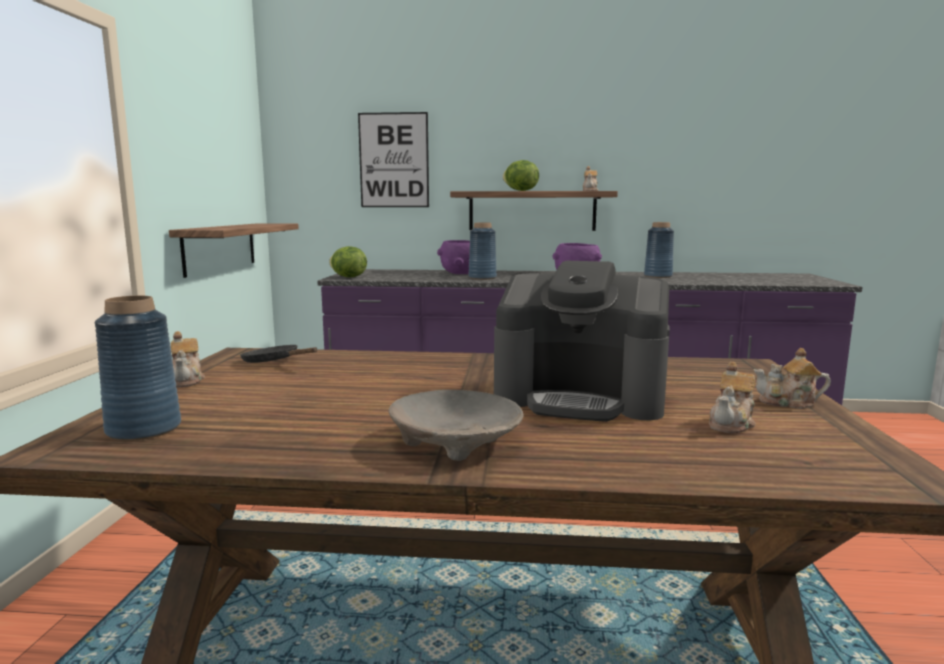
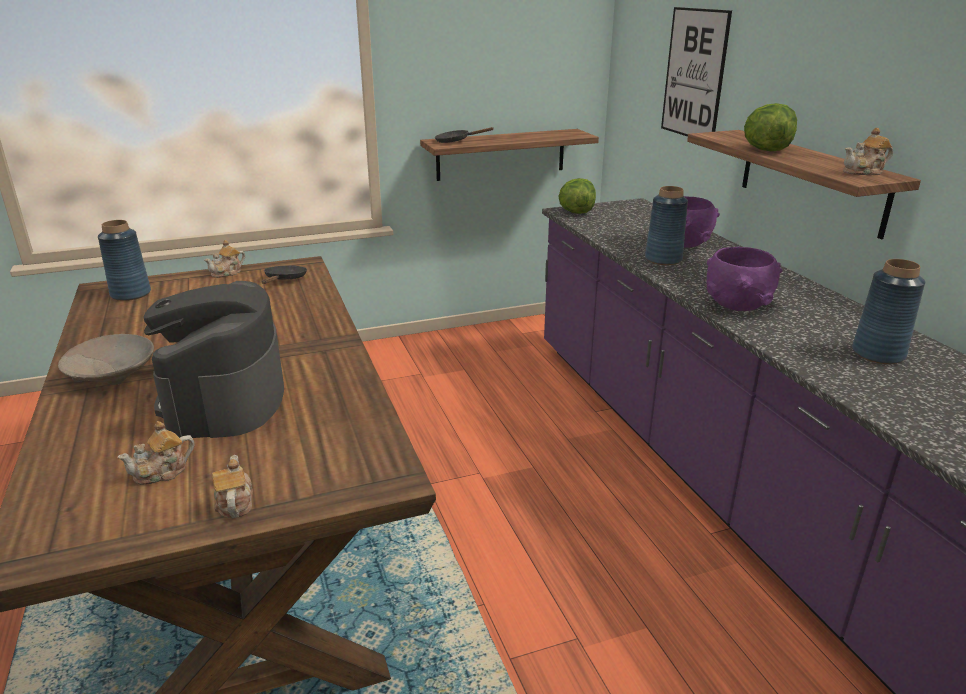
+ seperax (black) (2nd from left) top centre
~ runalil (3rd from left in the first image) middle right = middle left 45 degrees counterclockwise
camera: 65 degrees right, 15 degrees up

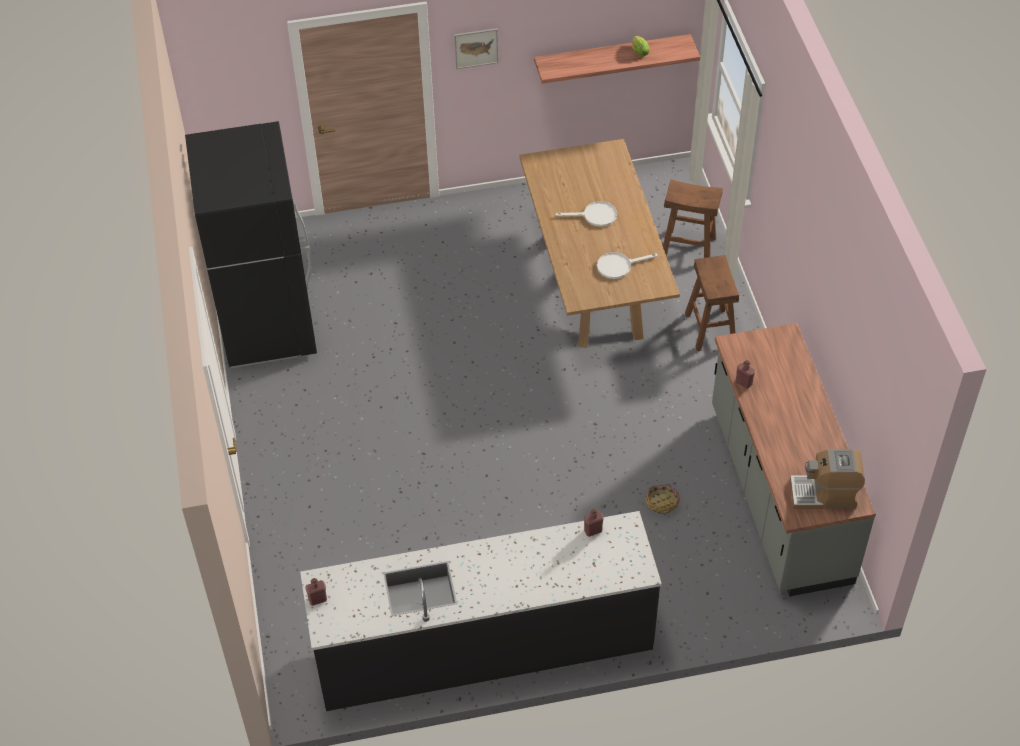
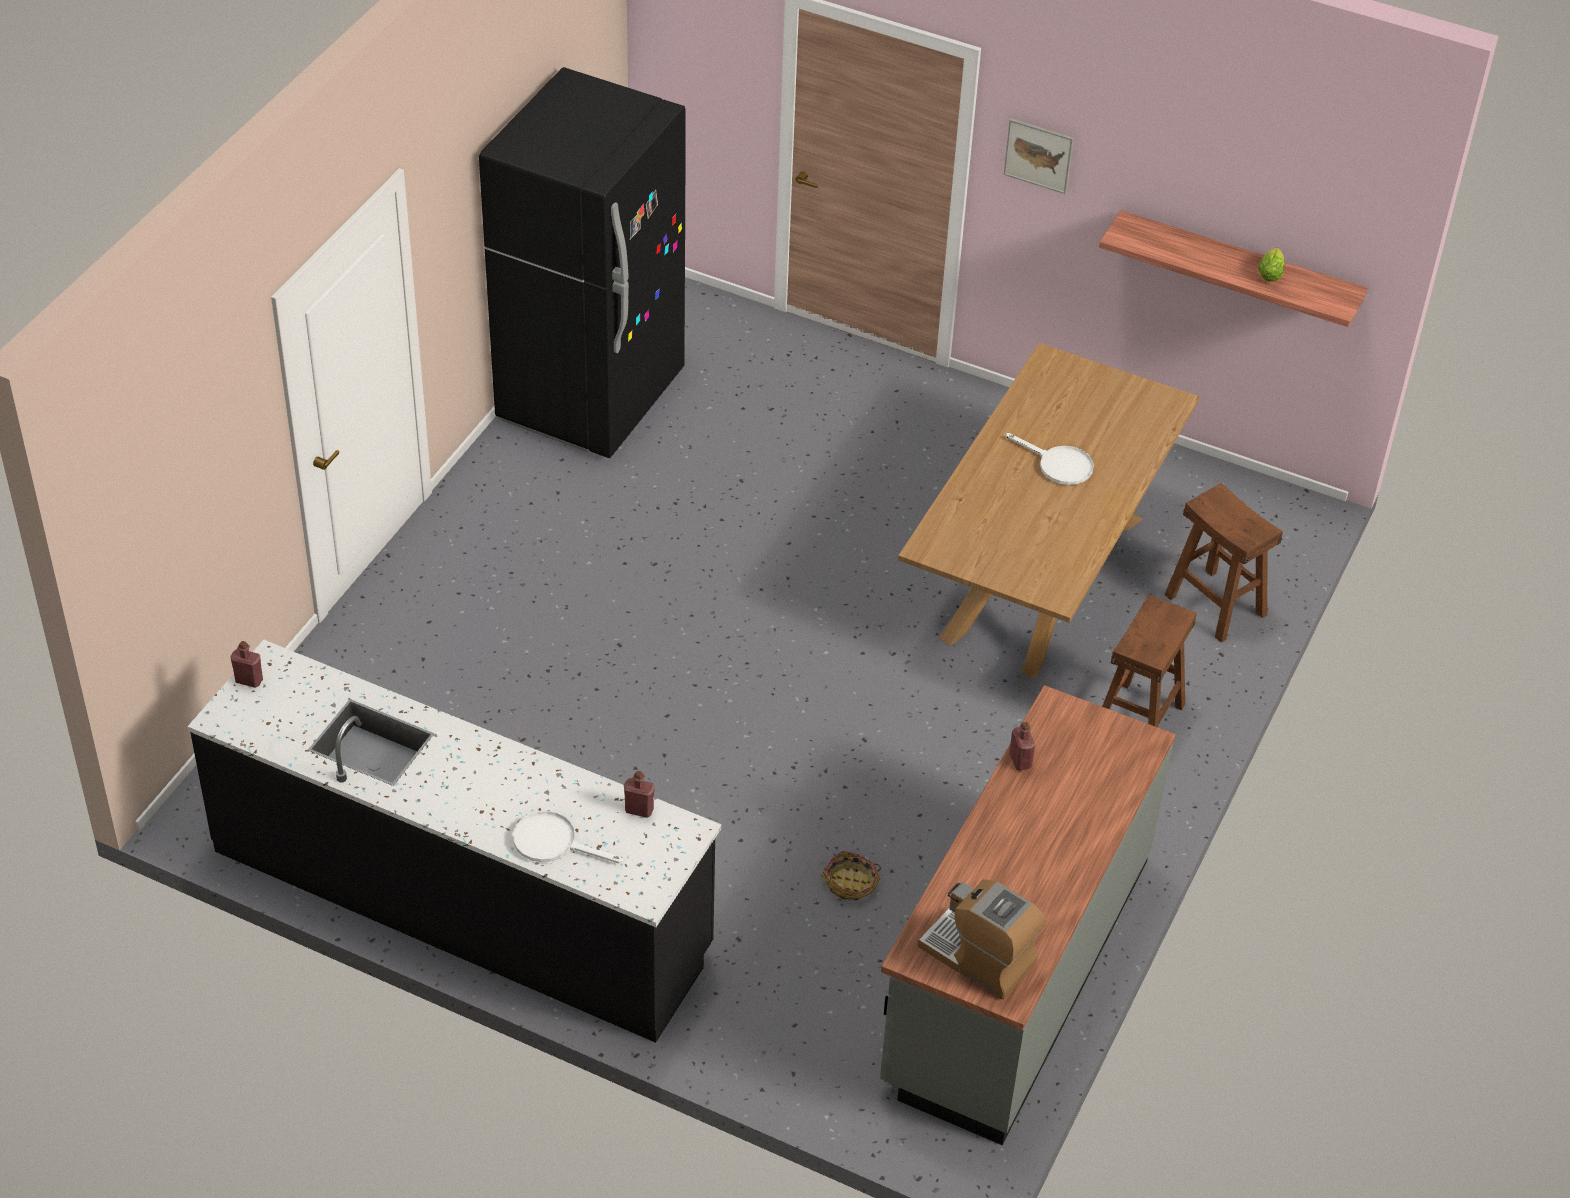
~ seperax (white) (2nd from left in the first image) centre to seperax (white) (1st from left) bottom centre
camera: 35 degrees right, 5 degrees down

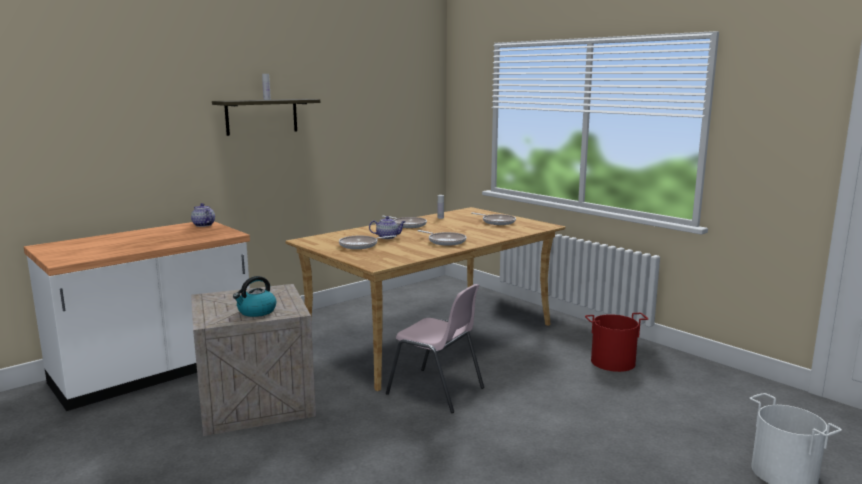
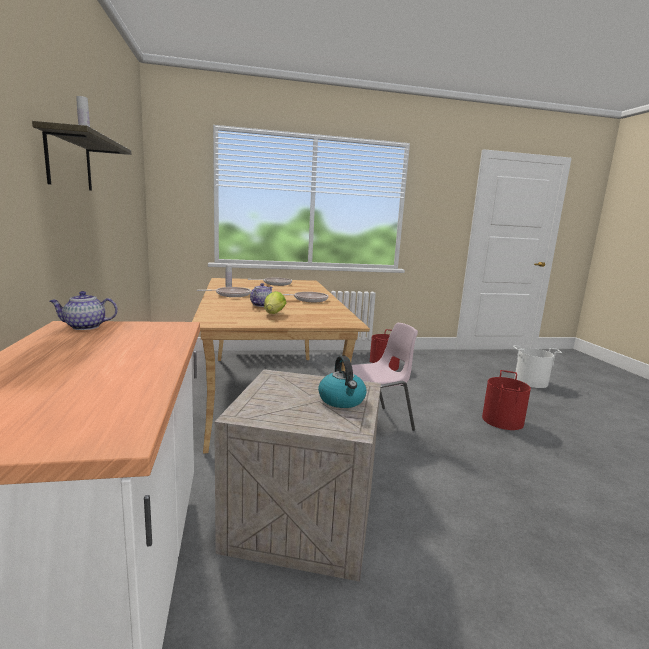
+ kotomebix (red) (2nd from left) middle right
~ seperax (1st from left) centre to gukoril centre
camera: 60 degrees left, 0 degrees up

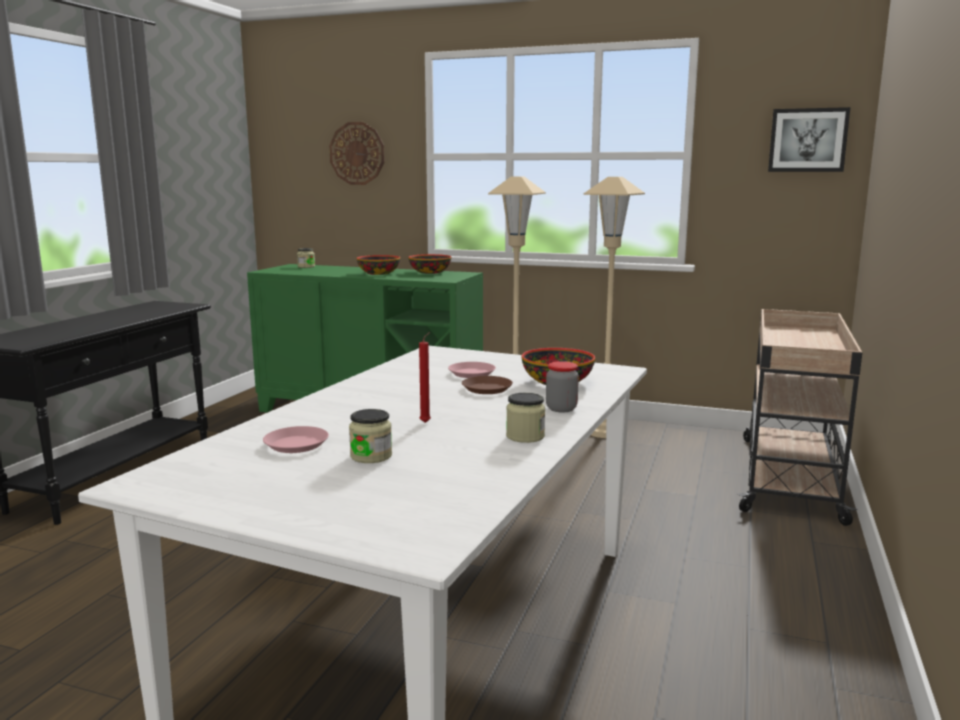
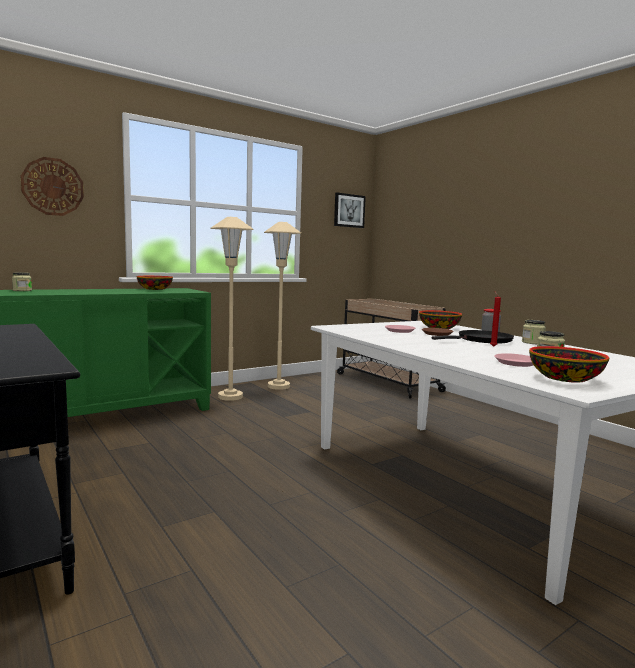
+ seperax (black) middle right
~ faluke (1st from left in the first image) centre to faluke (3rd from left) middle right
camera: 55 degrees left, 5 degrees down

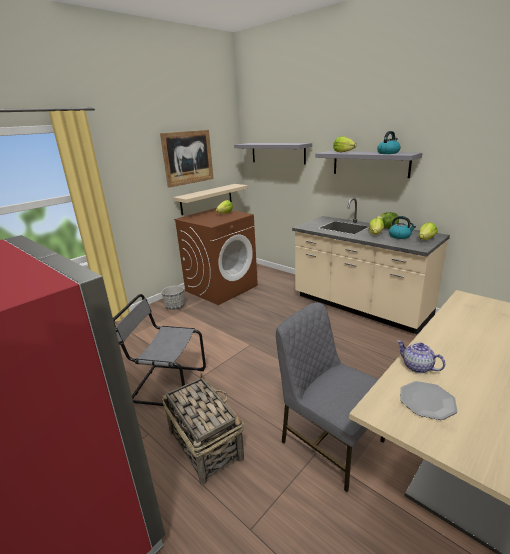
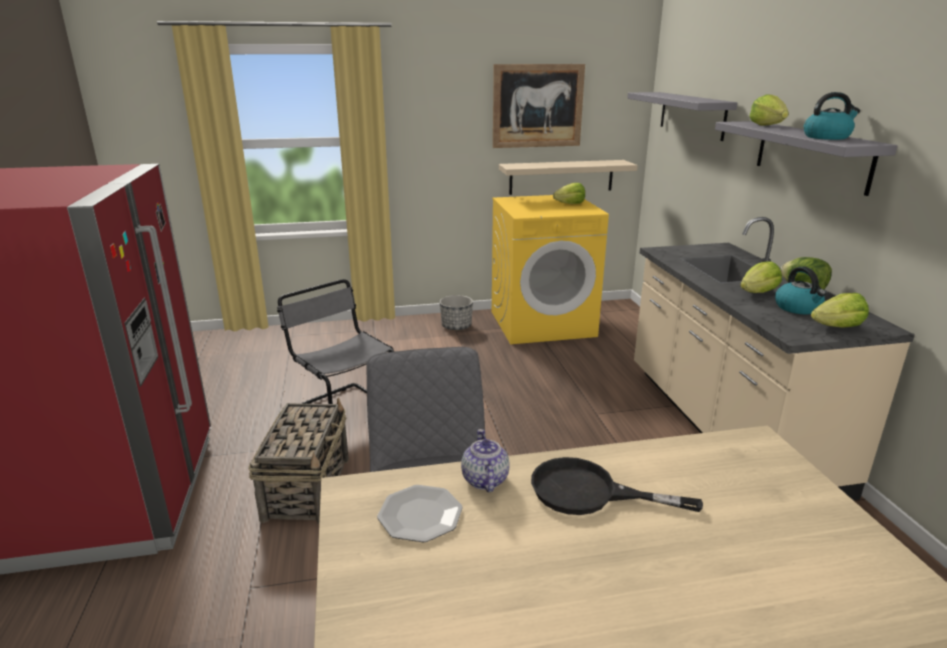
+ seperax (black) bottom centre
~ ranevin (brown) centre to ranevin (yellow) centre
camera: 35 degrees right, 0 degrees up

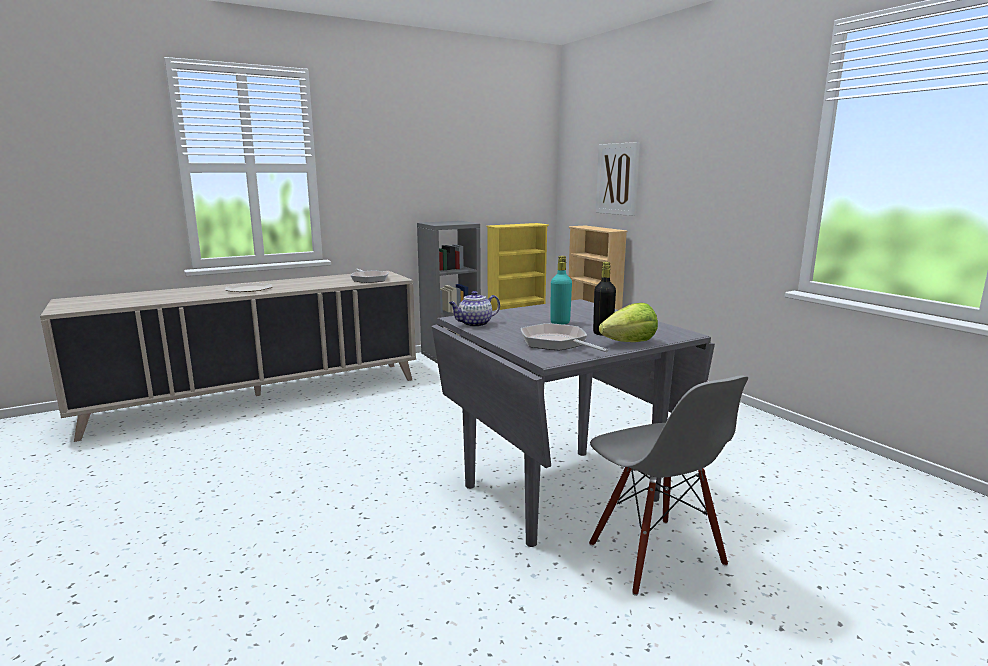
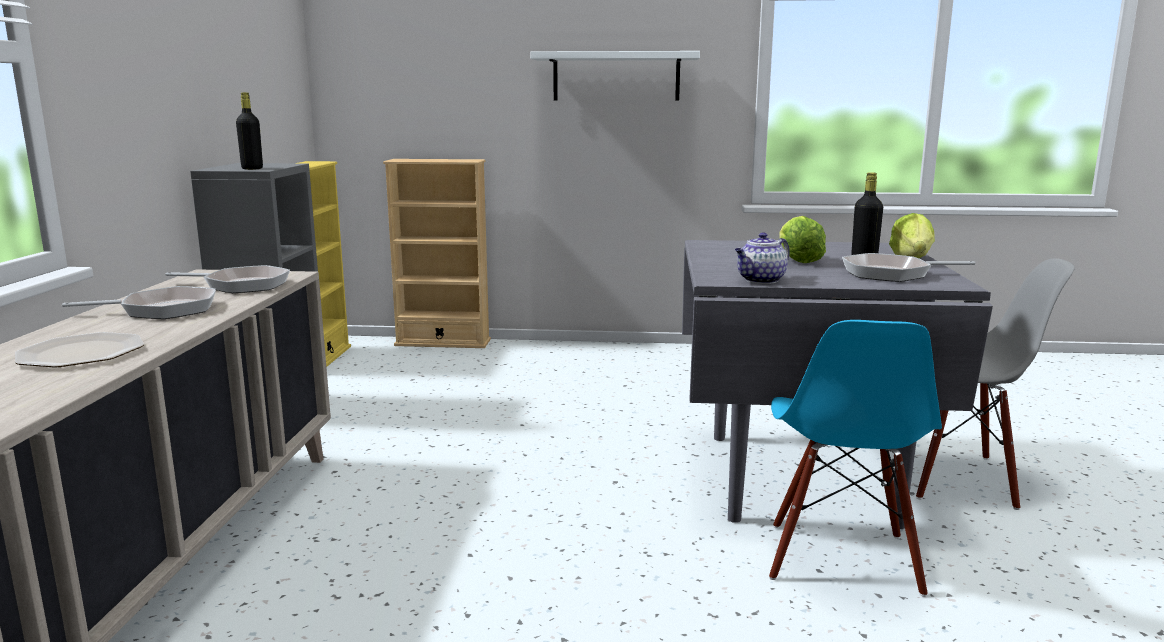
- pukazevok top centre
+ seperax (1st from left) middle left
+ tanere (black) (1st from left) top left
+ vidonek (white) top centre
+ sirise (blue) bottom right
~ tanere (turquoise) centre to gukoril (1st from left) middle right
~ runalil centre = centre 45 degrees clockwise
camera: 55 degrees left, 0 degrees up

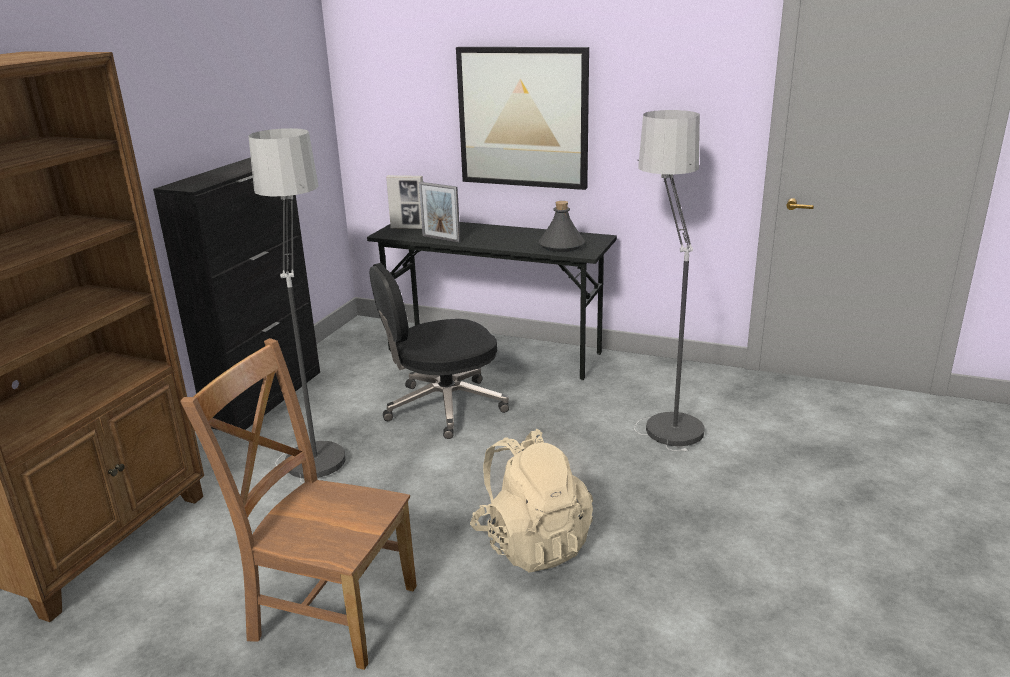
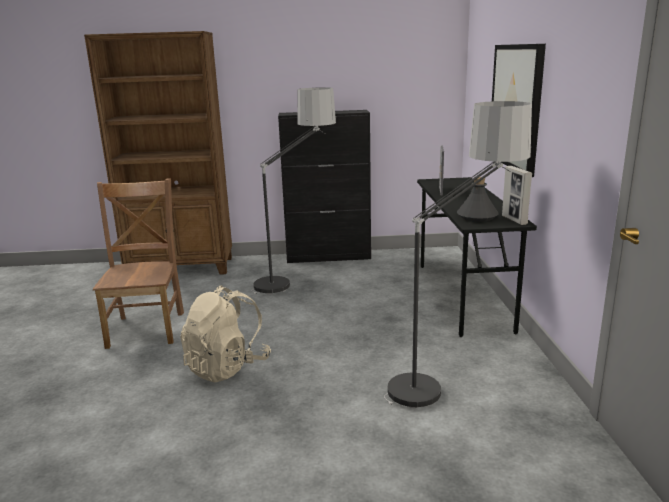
- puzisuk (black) centre
~ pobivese (1st from left in the first image) top centre to pobivese (2nd from left) middle right
camera: 65 degrees right, 5 degrees down

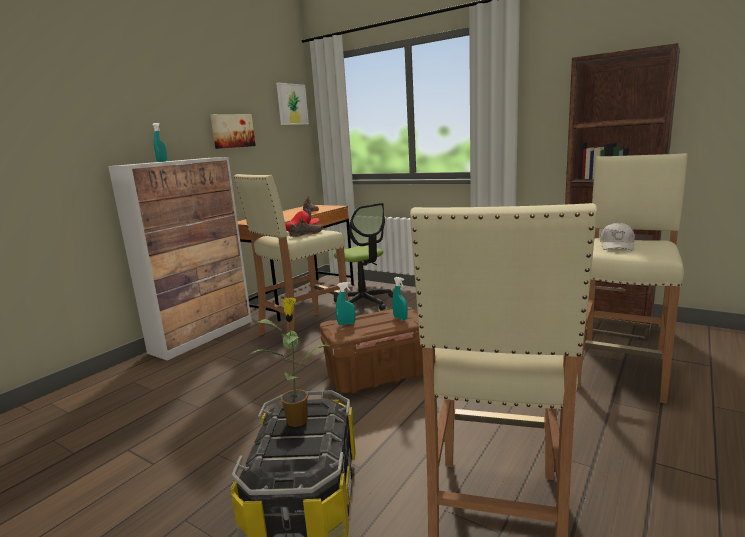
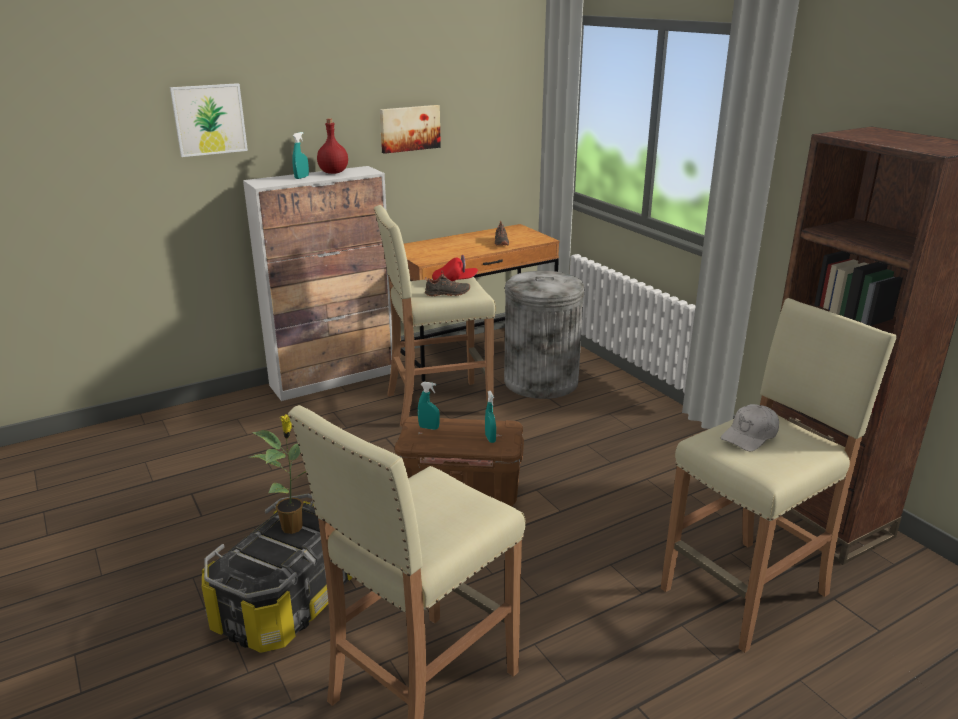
+ tanere (red) top centre
~ pukazevok (2nd from left in the first image) top centre to pukazevok (1st from left) top left
~ puzisuk centre to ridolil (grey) centre
camera: 25 degrees right, 10 degrees up

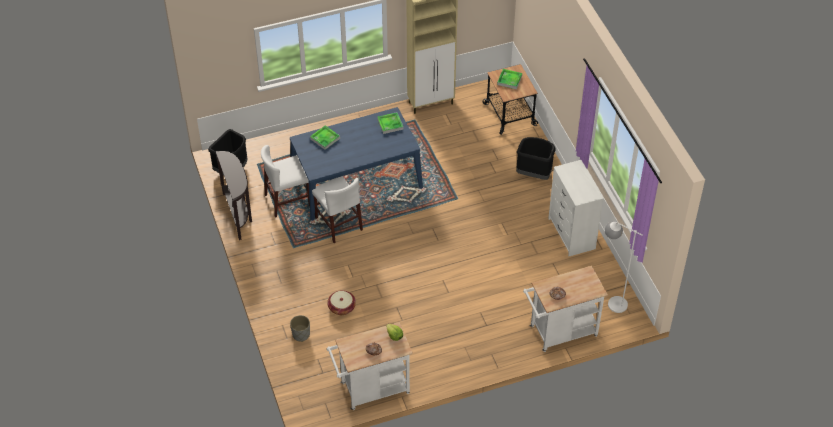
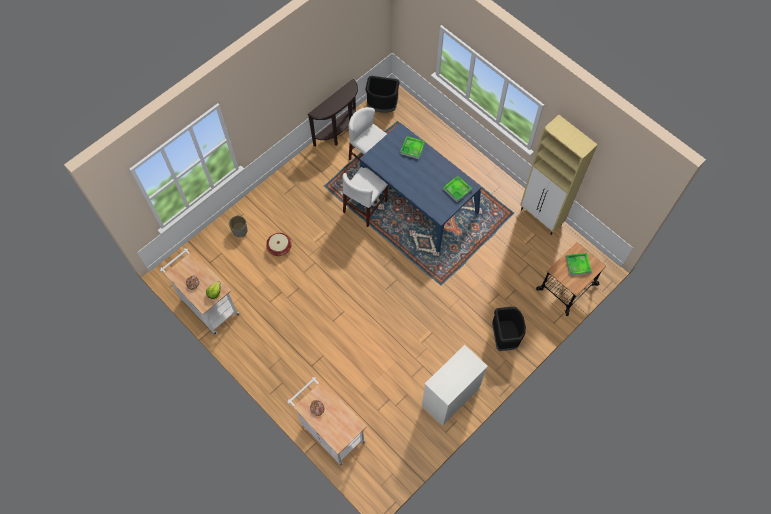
- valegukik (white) middle right
camera: 65 degrees right, 15 degrees up

